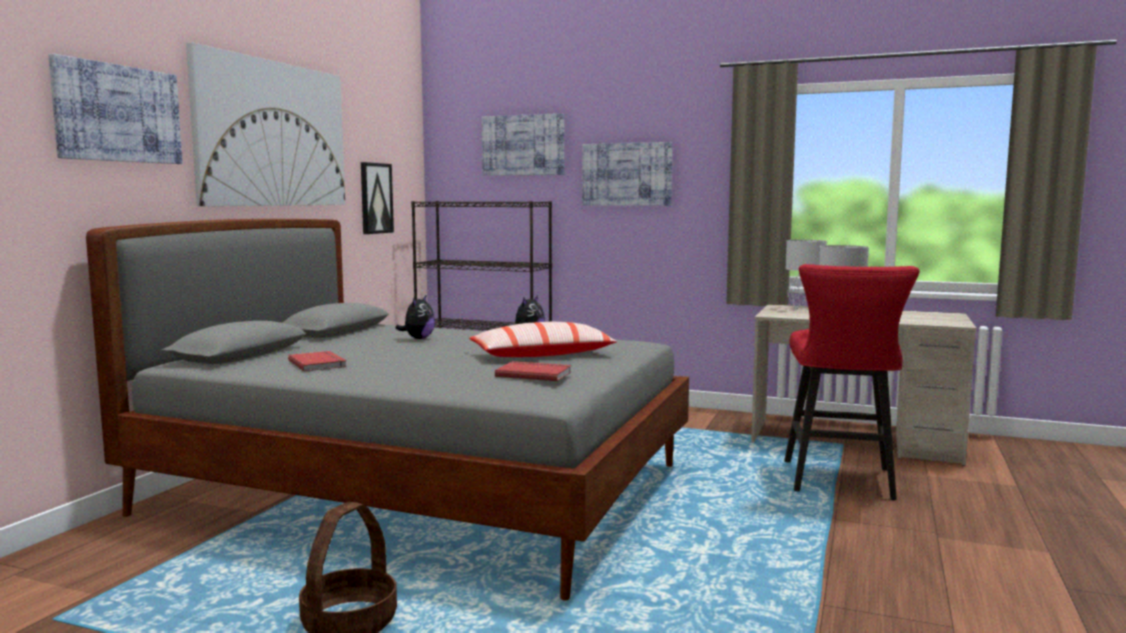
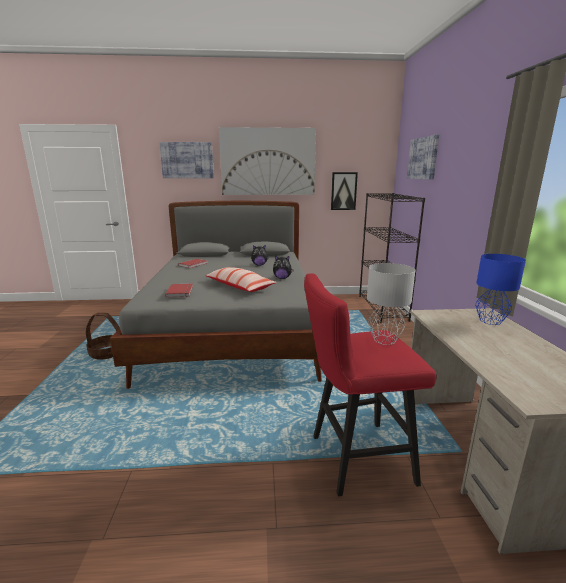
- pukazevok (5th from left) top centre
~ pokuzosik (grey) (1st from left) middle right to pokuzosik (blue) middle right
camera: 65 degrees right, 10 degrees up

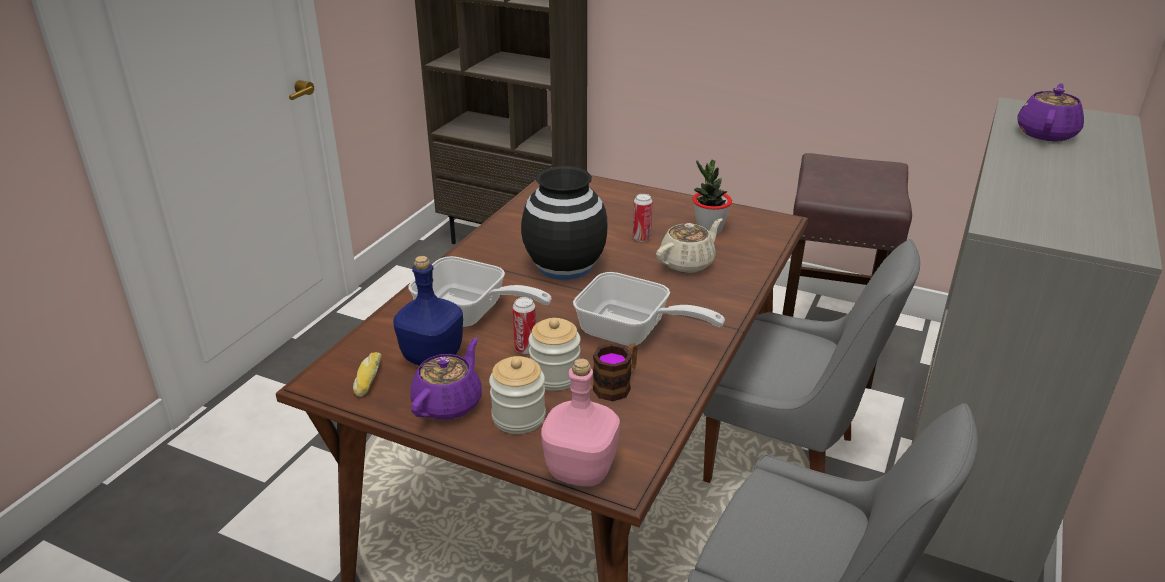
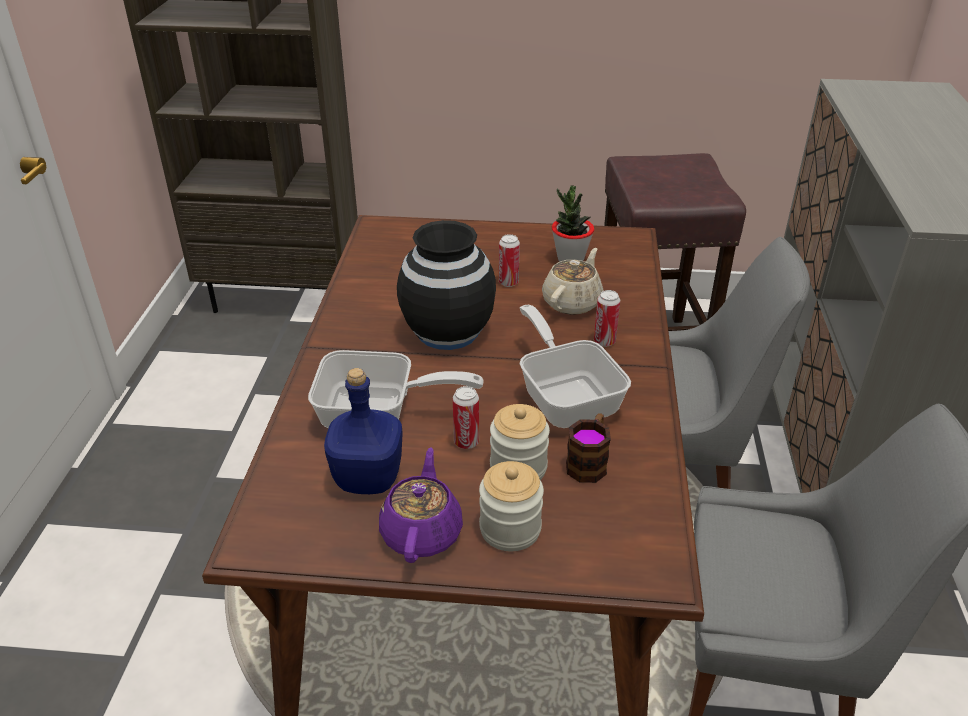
- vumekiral middle left
- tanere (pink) bottom centre
- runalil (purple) (2nd from left) top right
+ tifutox (3rd from left) centre
~ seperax (2nd from left) centre = centre 120 degrees counterclockwise
camera: 20 degrees left, 5 degrees up

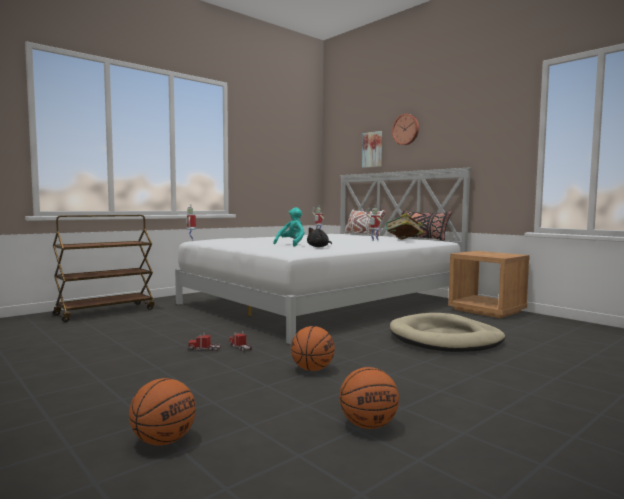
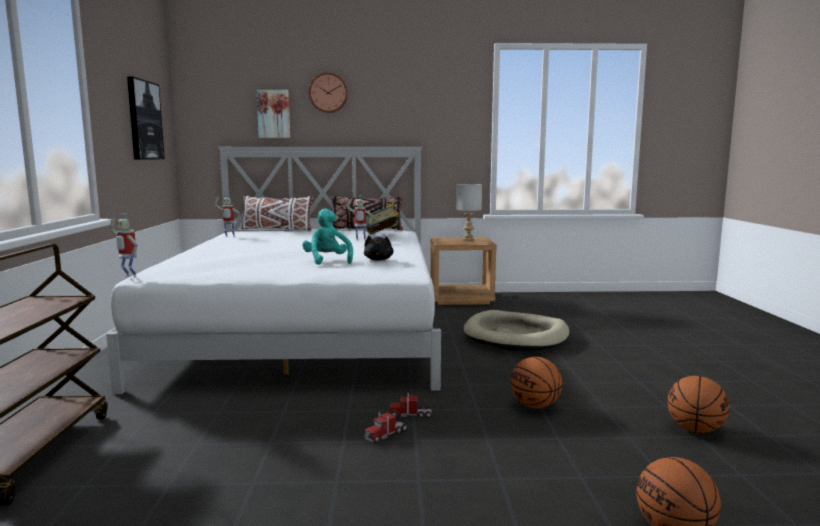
+ pukazevok (1st from left) top left
+ pokuzosik (grey) centre
camera: 50 degrees left, 5 degrees up

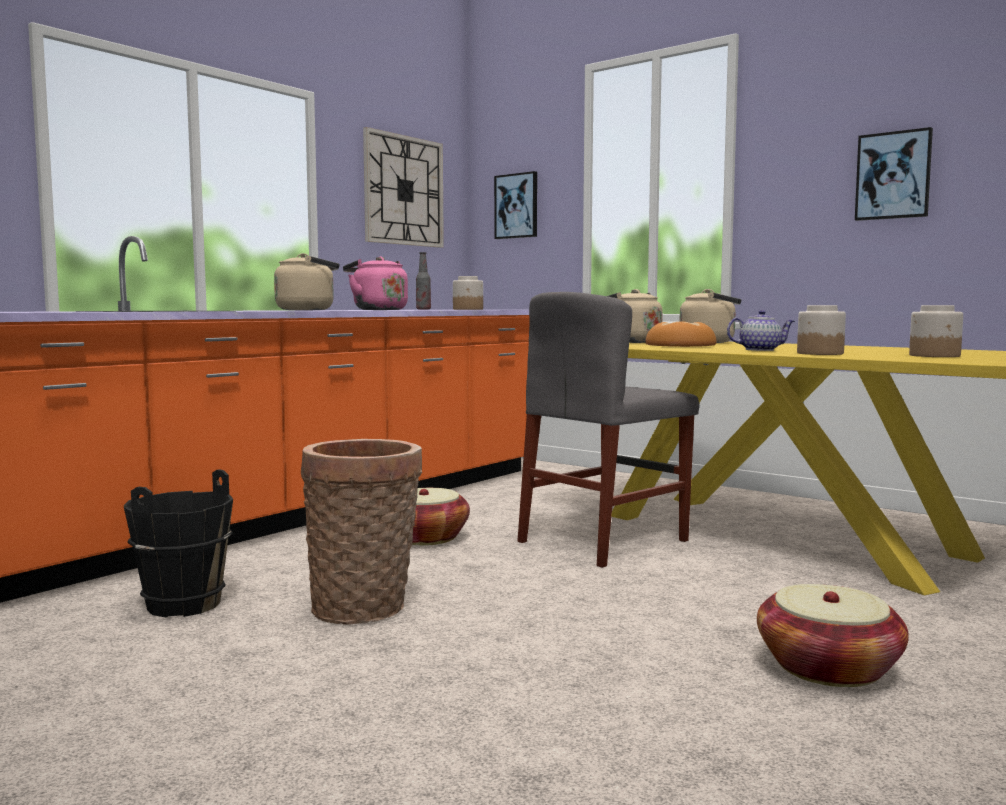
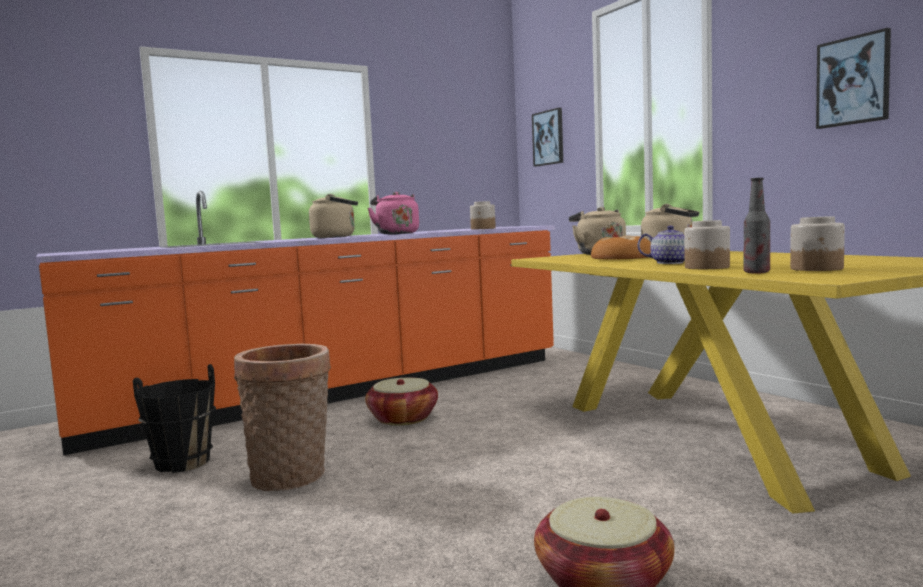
- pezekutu top centre
- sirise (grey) centre
~ tanere centre to middle right
camera: 20 degrees right, 0 degrees up

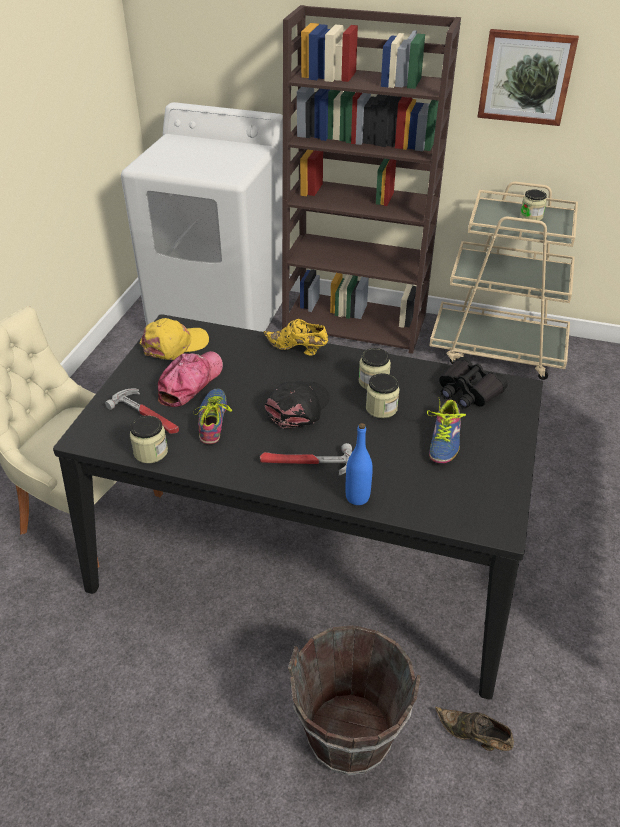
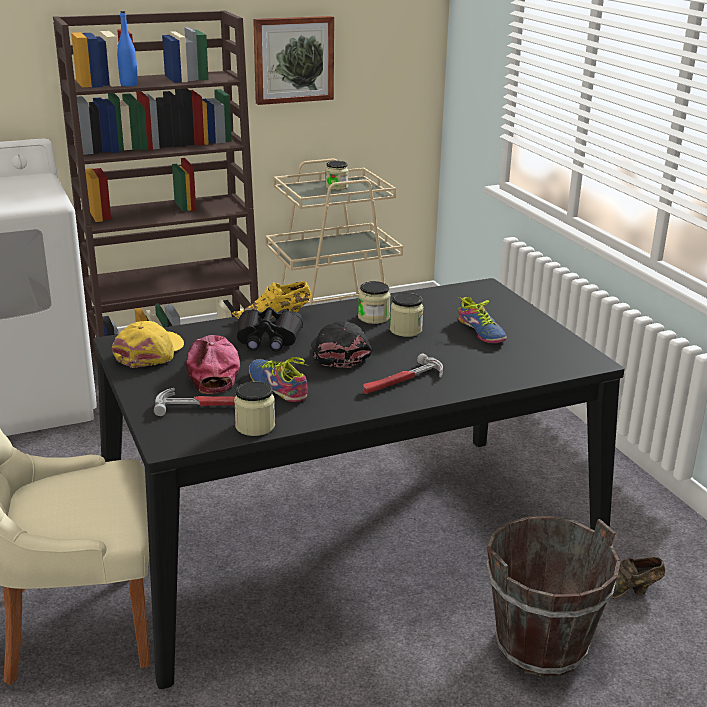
~ tanere (blue) centre to top left
~ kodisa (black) middle right to centre
camera: 40 degrees left, 15 degrees down

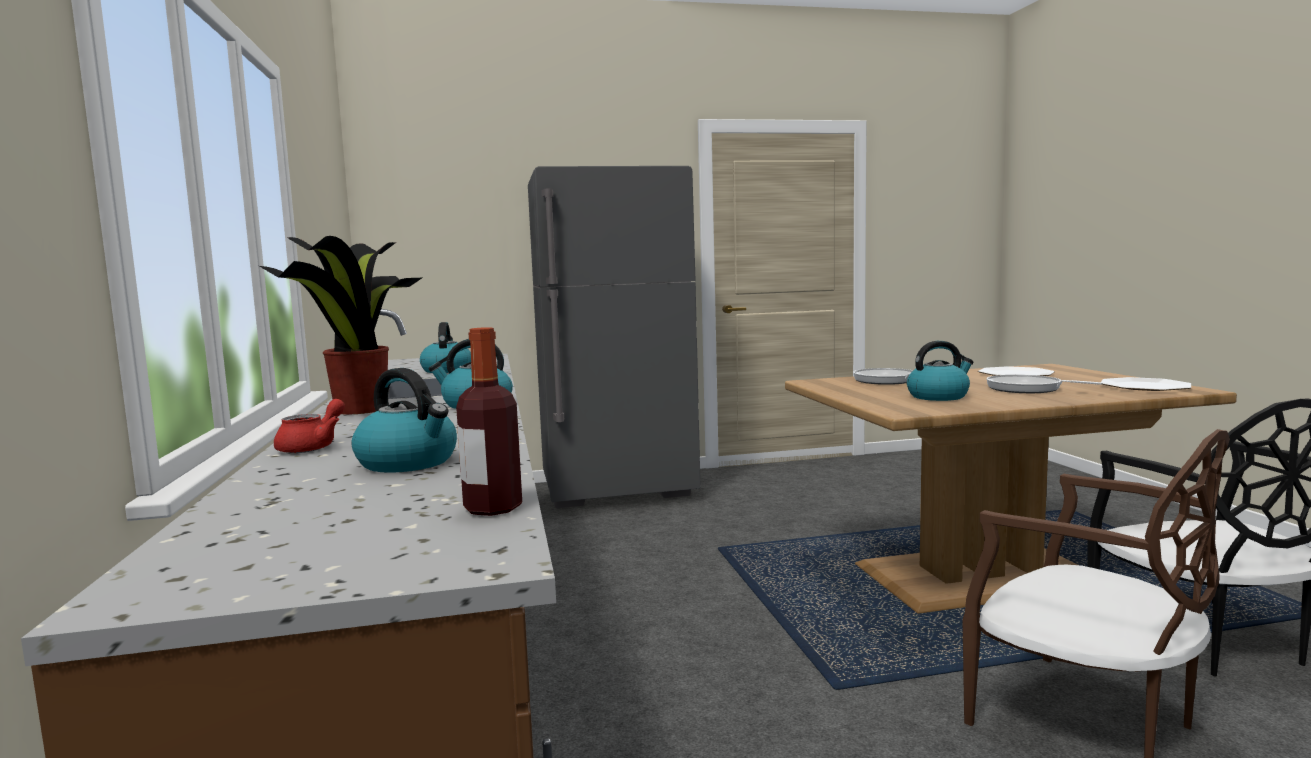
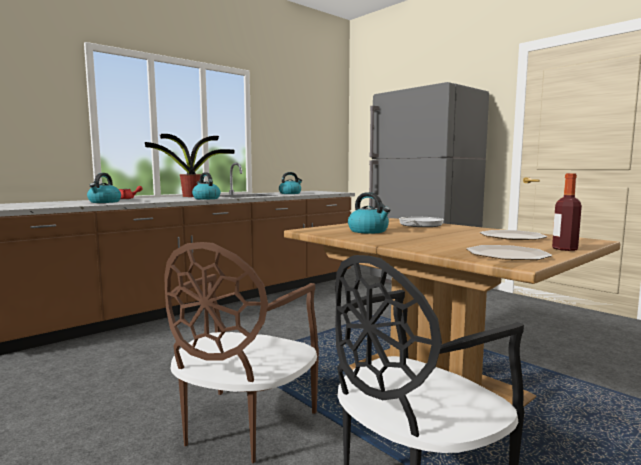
- seperax (2nd from left) middle right
~ tanere centre to middle right
camera: 60 degrees right, 0 degrees up

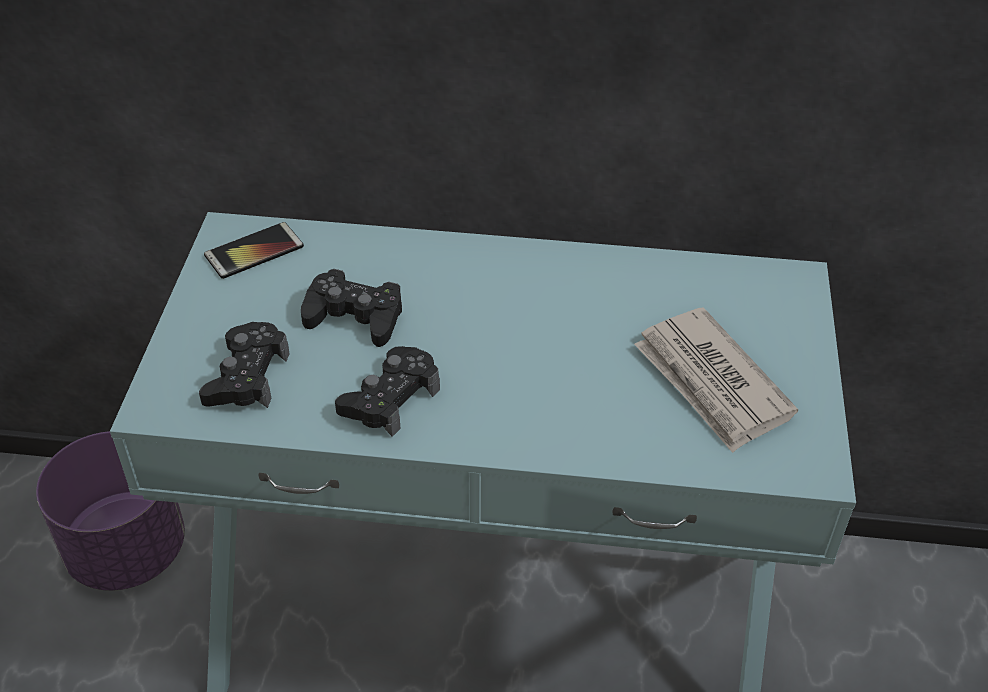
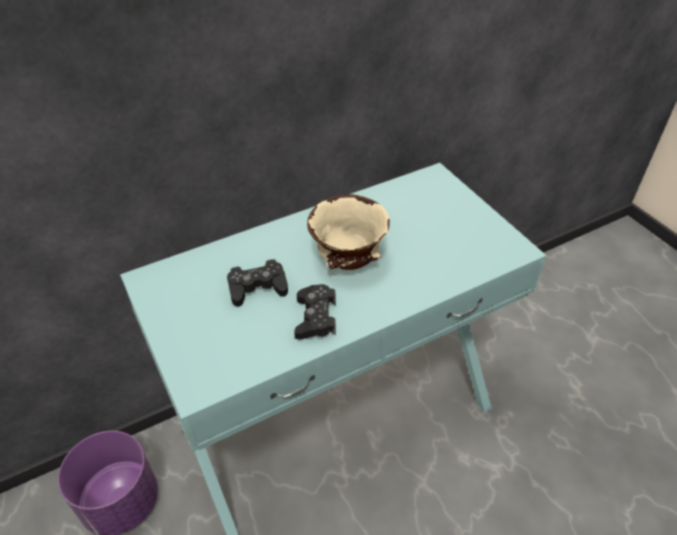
- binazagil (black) (1st from left) middle left
- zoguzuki middle left
- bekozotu middle right
+ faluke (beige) centre
camera: 35 degrees left, 0 degrees up

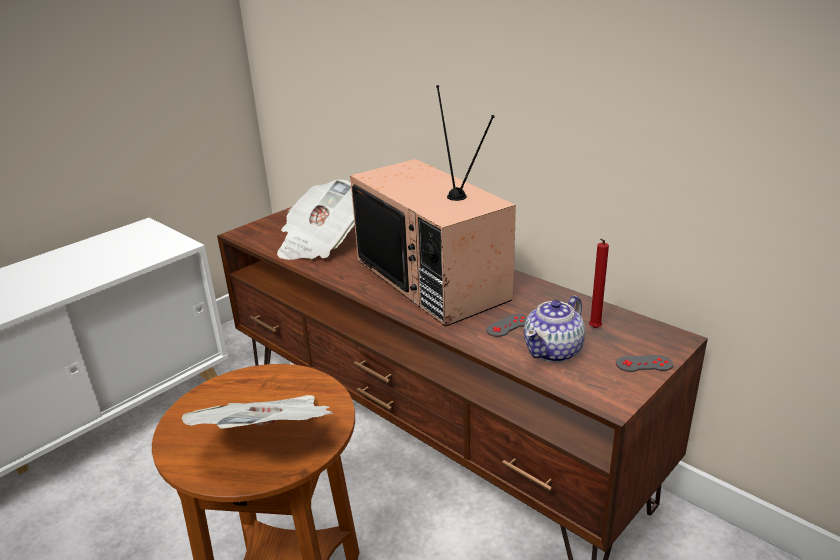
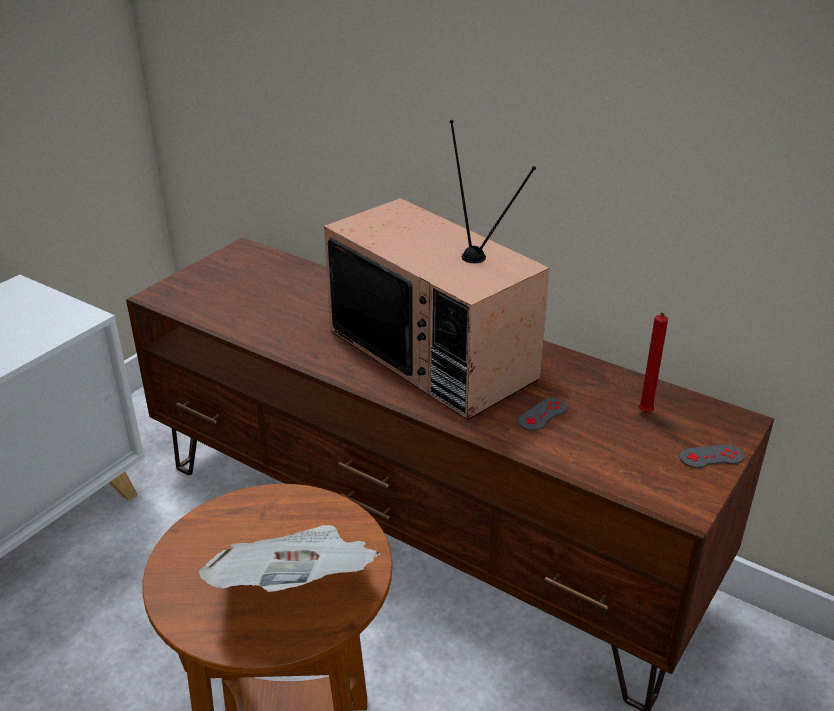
- bekozotu (2nd from left) centre
- runalil centre
camera: 10 degrees left, 5 degrees up

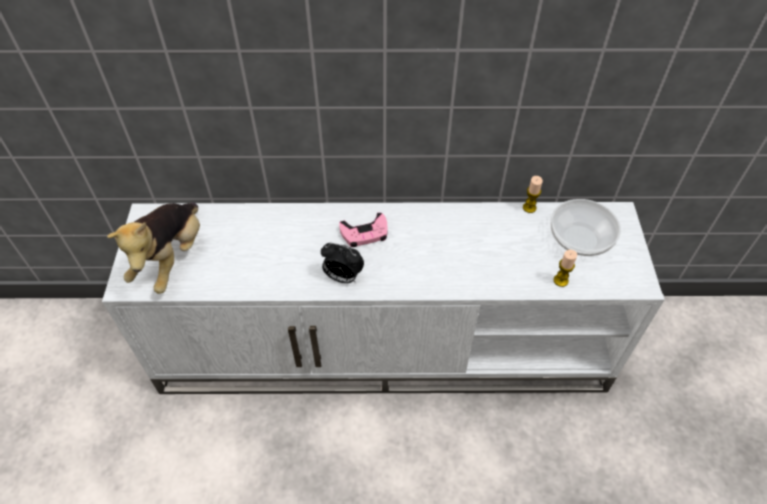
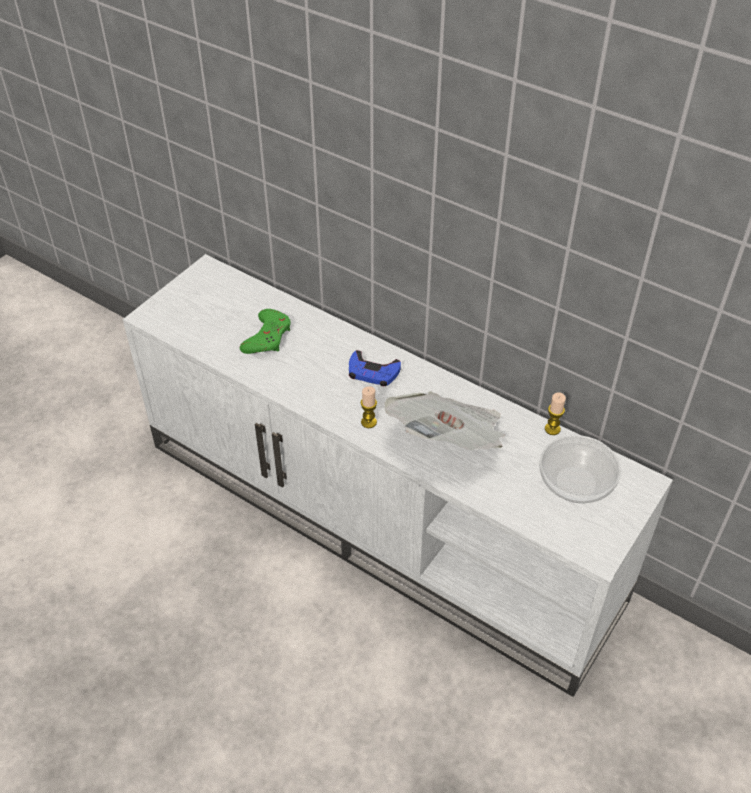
- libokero middle left
- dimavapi centre
+ binazagil (green) centre
+ bekozotu centre
~ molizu (2nd from left in the first image) middle right to molizu (1st from left) centre
~ binazagil (pink) centre to binazagil (blue) centre
camera: 35 degrees right, 5 degrees down

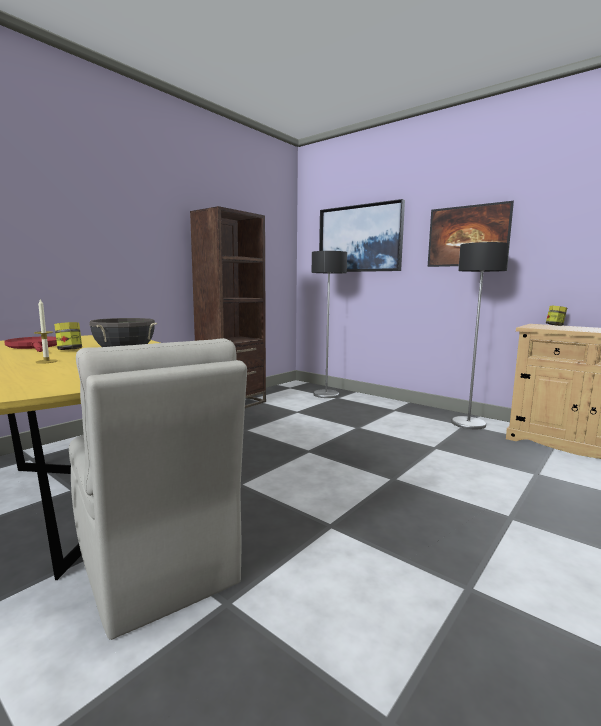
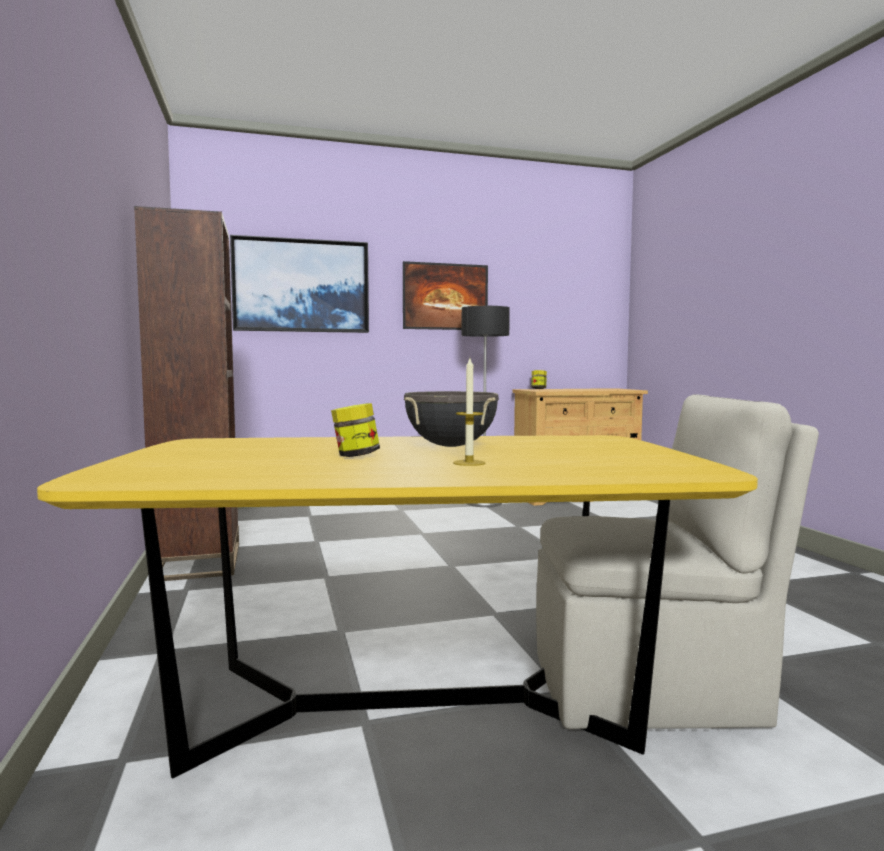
- seperax (red) middle left
- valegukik (1st from left) centre
camera: 55 degrees left, 5 degrees down

